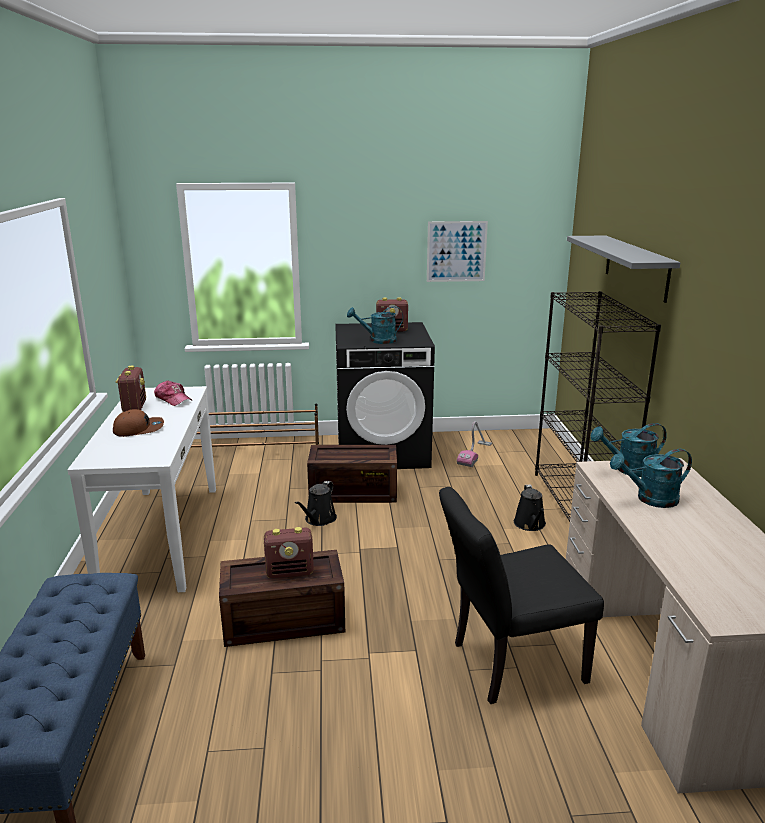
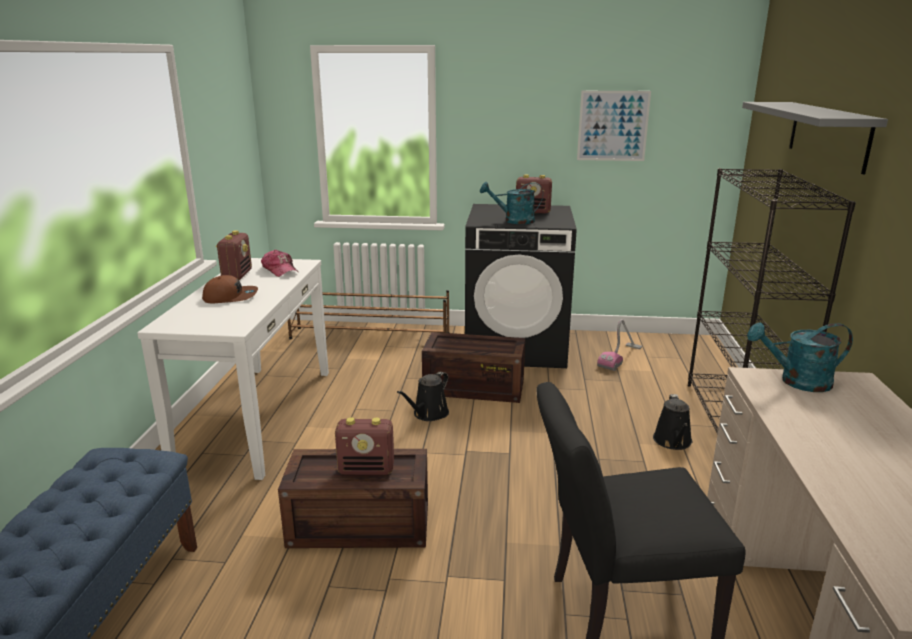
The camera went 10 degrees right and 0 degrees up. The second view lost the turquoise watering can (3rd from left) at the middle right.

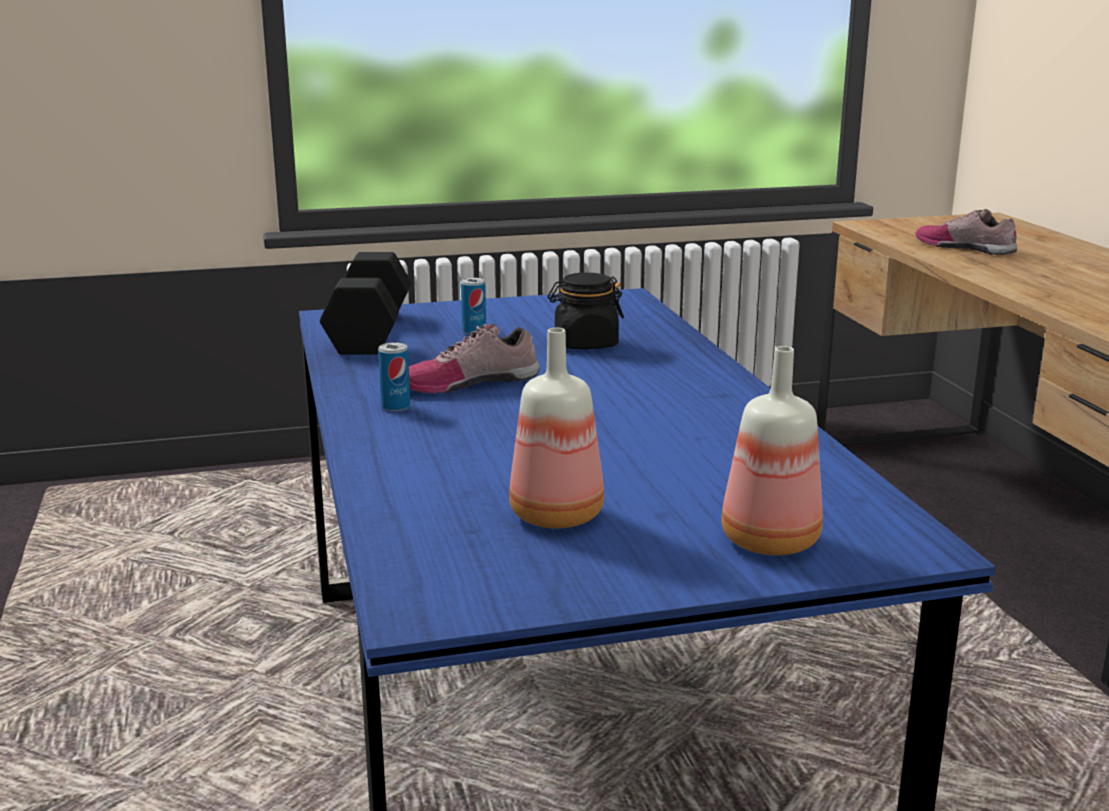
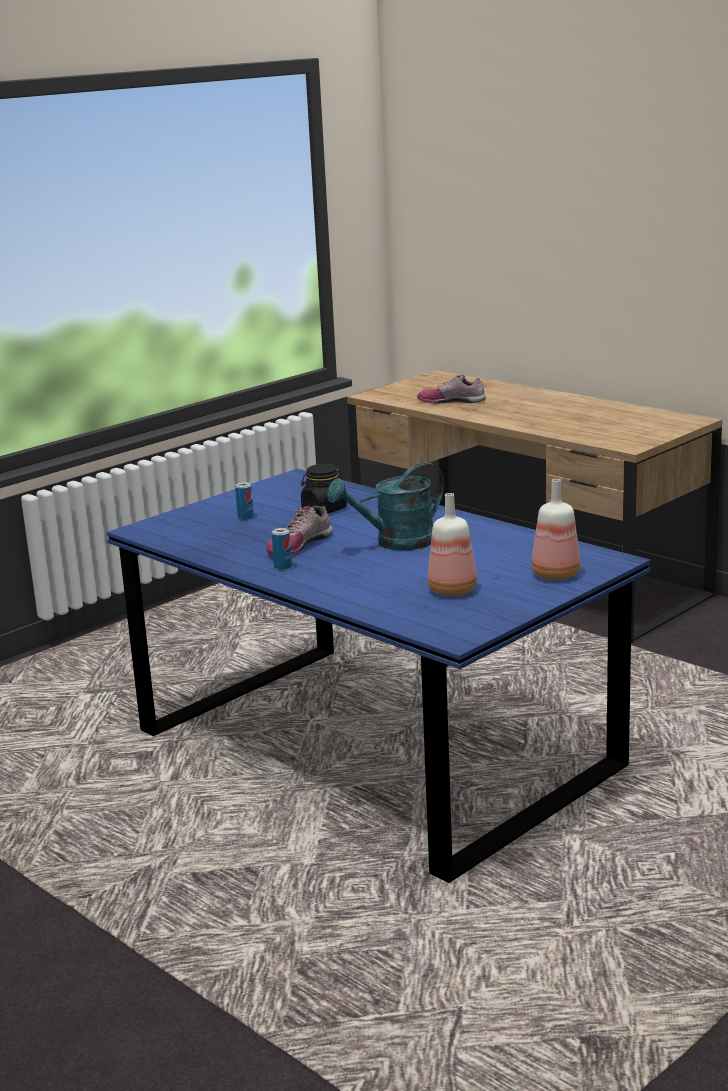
The camera went 30 degrees left and 0 degrees up. The second view lost the black dumbbell at the middle left. The second view gained the turquoise watering can at the centre.

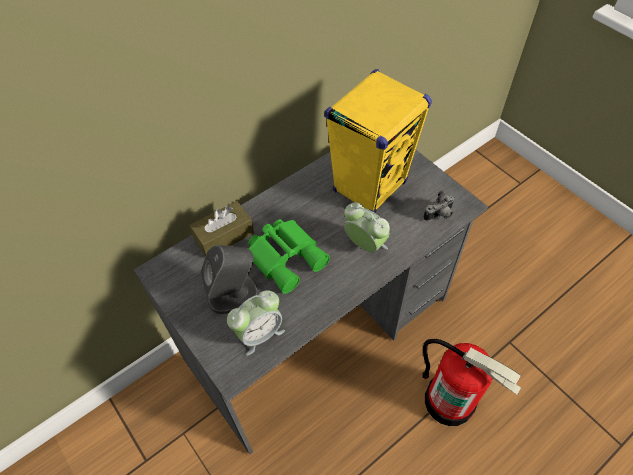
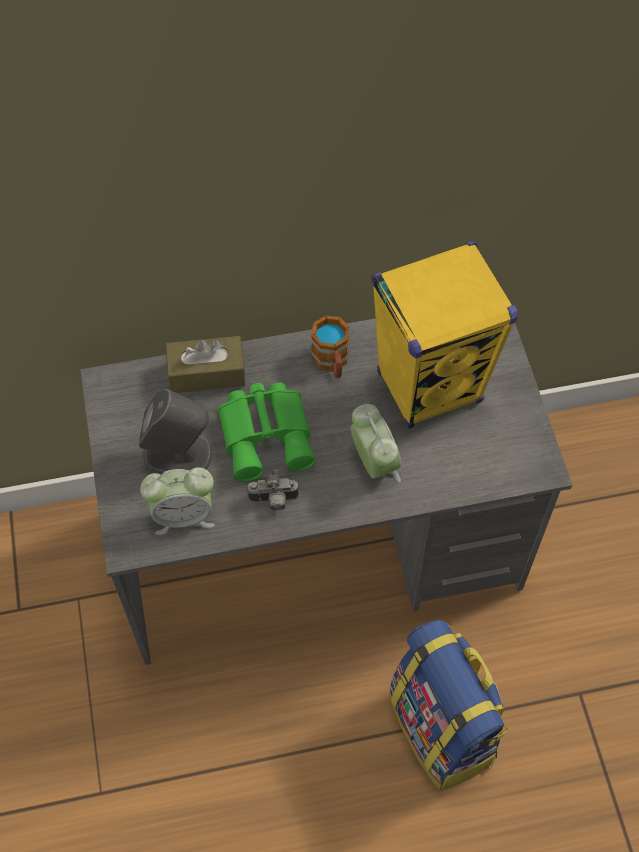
The camera went 25 degrees right and 5 degrees up. Where the fire extinguisher stood at the bottom right, the backpack came to stand at the bottom right. The photo camera ended up elsewhere, having gone from the middle right to the centre. The second view gained the mug at the centre.

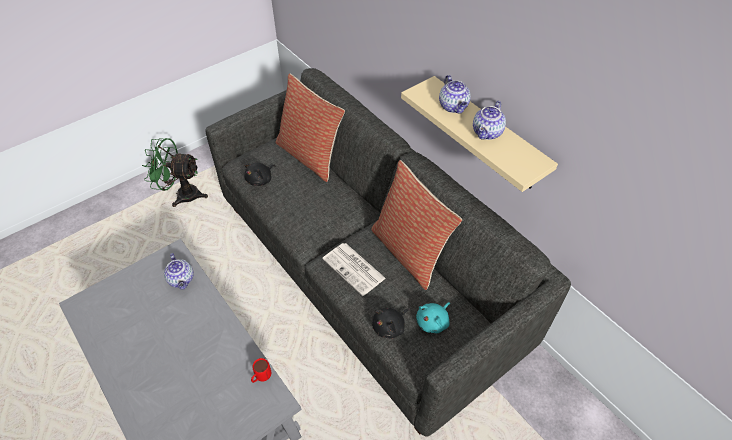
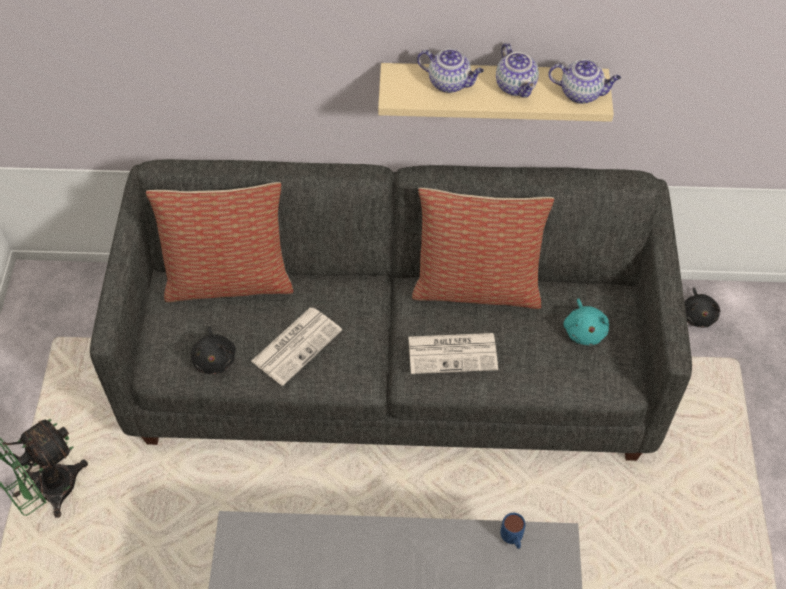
The camera went 50 degrees left and 5 degrees up. The teapot (1st from left in the first image) ended up elsewhere, having gone from the middle left to the top right. What was the red mug at the bottom centre turned into the blue mug at the bottom centre. The black plush toy (2nd from left) ended up elsewhere, having gone from the bottom centre to the middle right. The second view gained the newspaper (1st from left) at the centre.

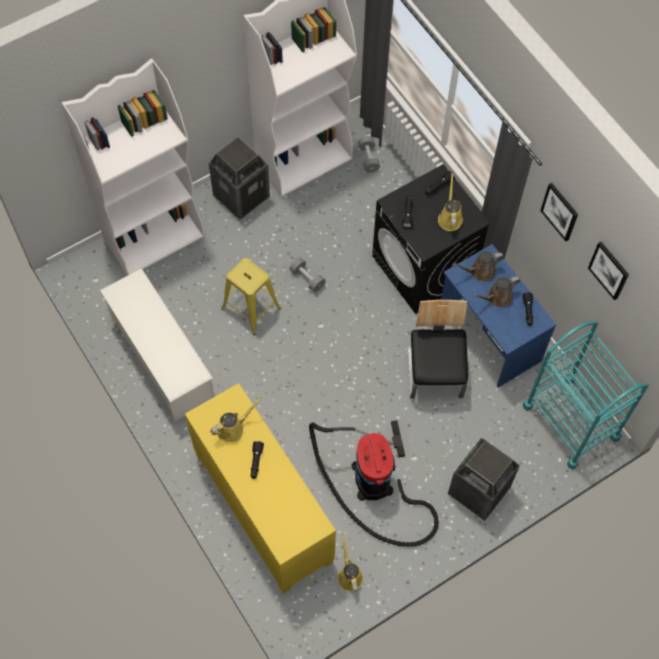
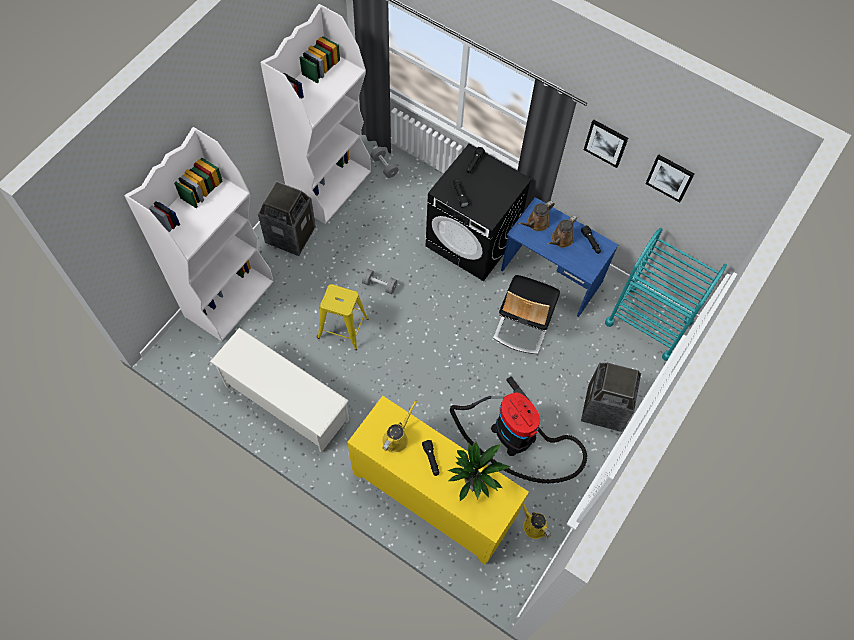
The camera went 25 degrees left and 0 degrees up. The chair at the centre ended up facing another way, 135 degrees counterclockwise from before. The second view lost the yellow watering can (3rd from left) at the top right. The second view gained the potted plant at the bottom centre.

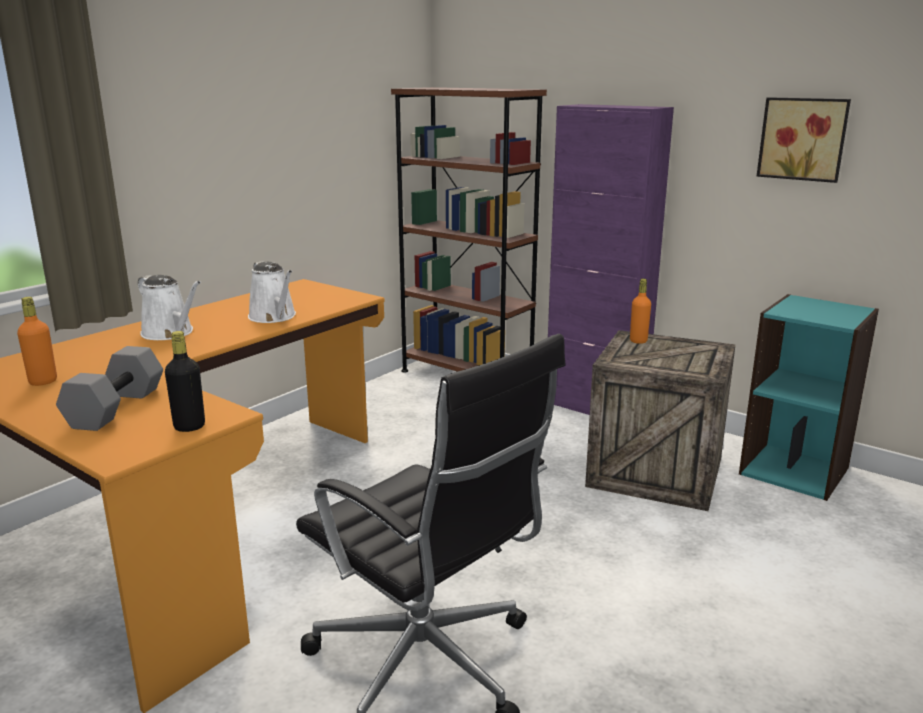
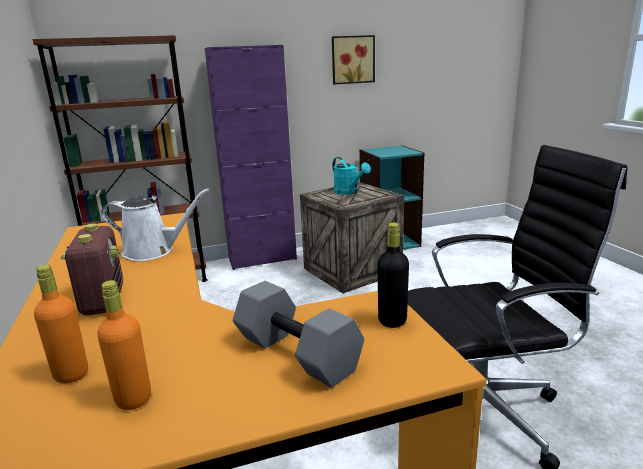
The camera went 55 degrees left and 0 degrees up. Where the white watering can (1st from left) stood at the middle left, the radio came to stand at the middle left. The orange bottle (2nd from left in the first image) ended up elsewhere, having gone from the middle right to the bottom left. The second view gained the turquoise watering can at the centre.

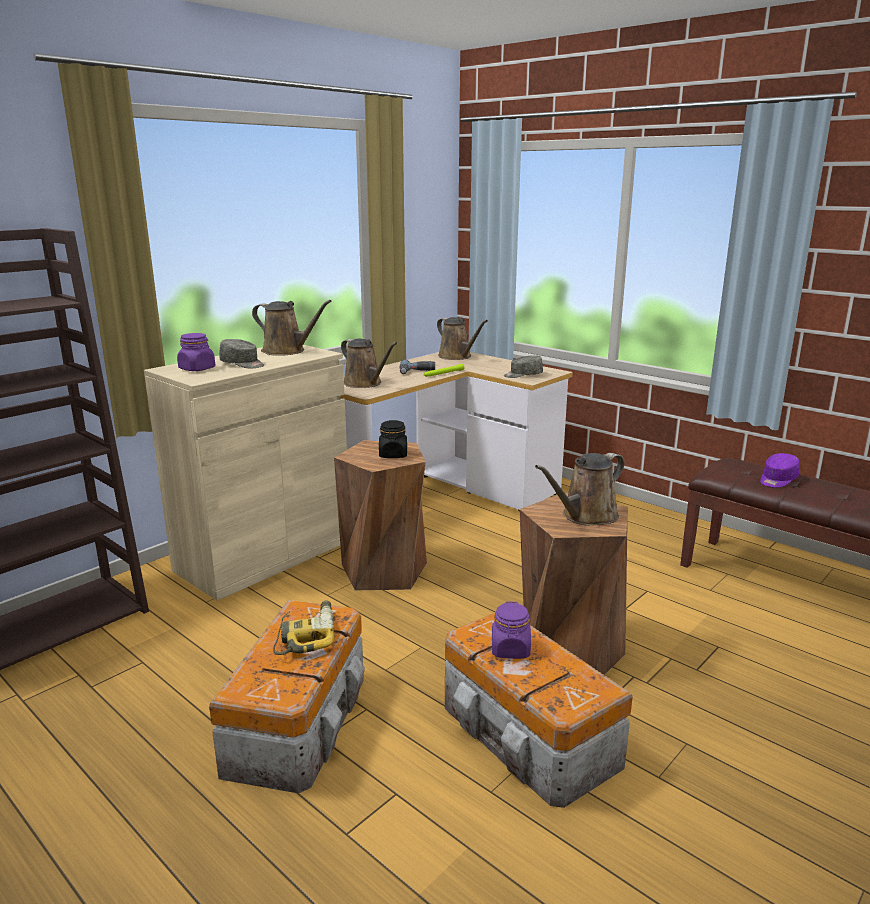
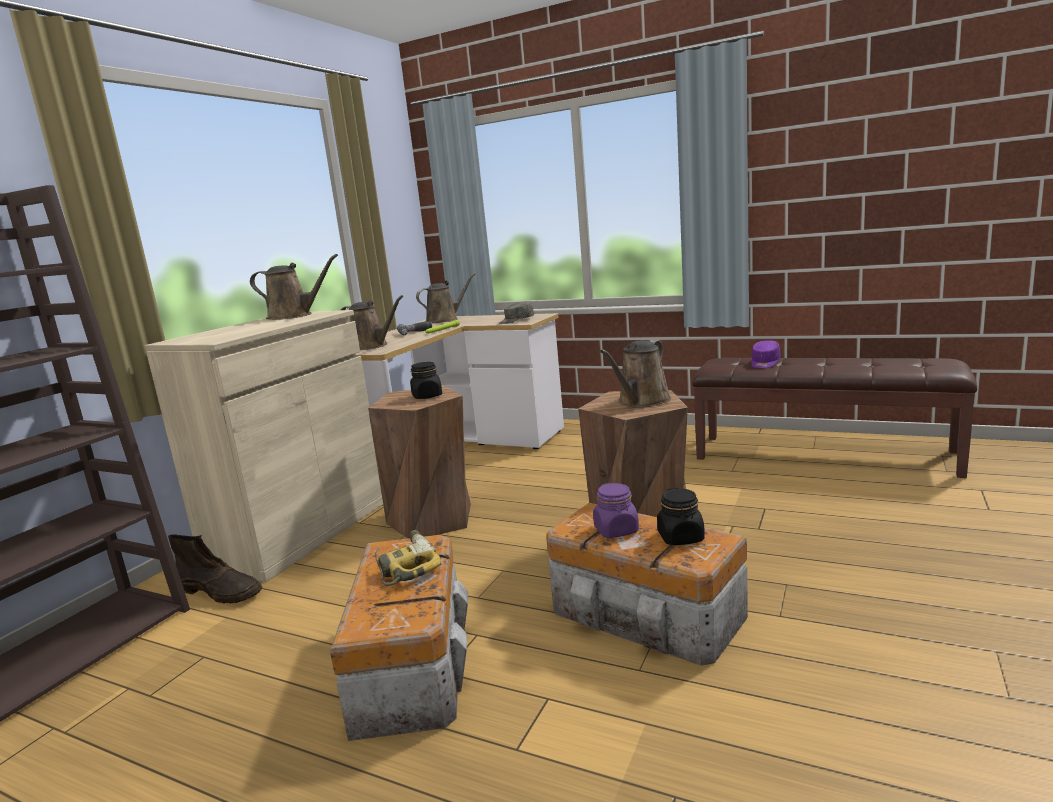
The camera went 15 degrees left and 5 degrees down. The second view lost the purple jar (1st from left) at the middle left. The second view lost the grey cap (1st from left) at the middle left. The brown watering can (3rd from left) at the centre ended up facing another way, 75 degrees counterclockwise from before. The second view gained the brown boot at the bottom left. The second view gained the black jar (2nd from left) at the centre.

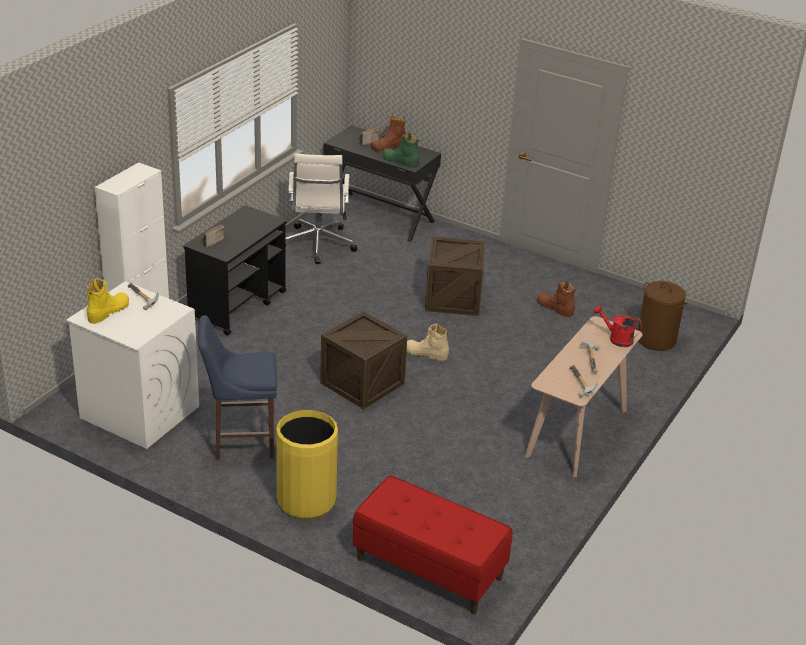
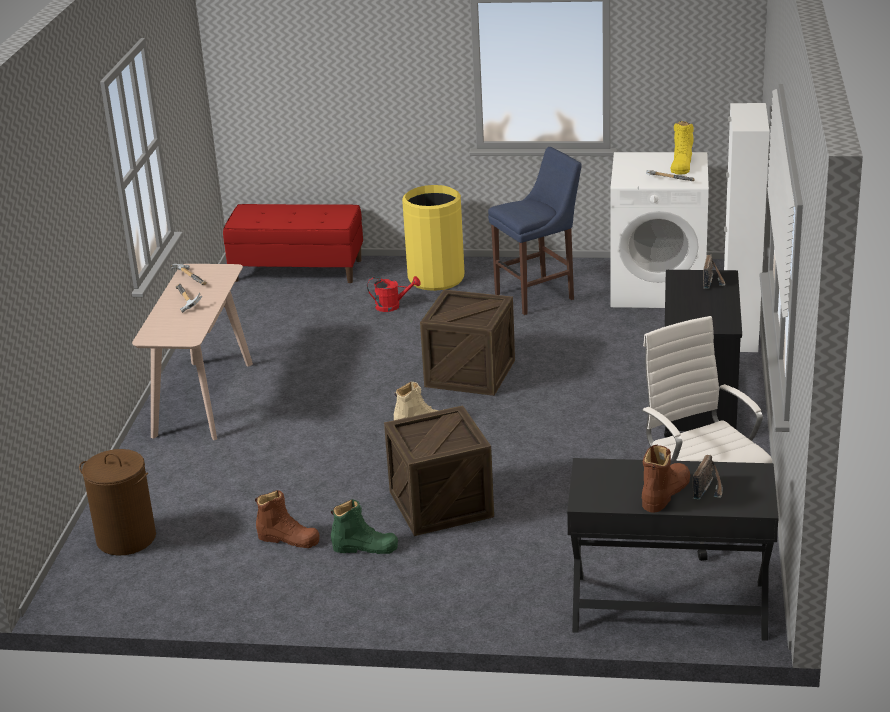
The camera went 160 degrees right and 5 degrees down. The green boot ended up elsewhere, having gone from the top centre to the bottom centre. The red watering can ended up elsewhere, having gone from the middle right to the centre.

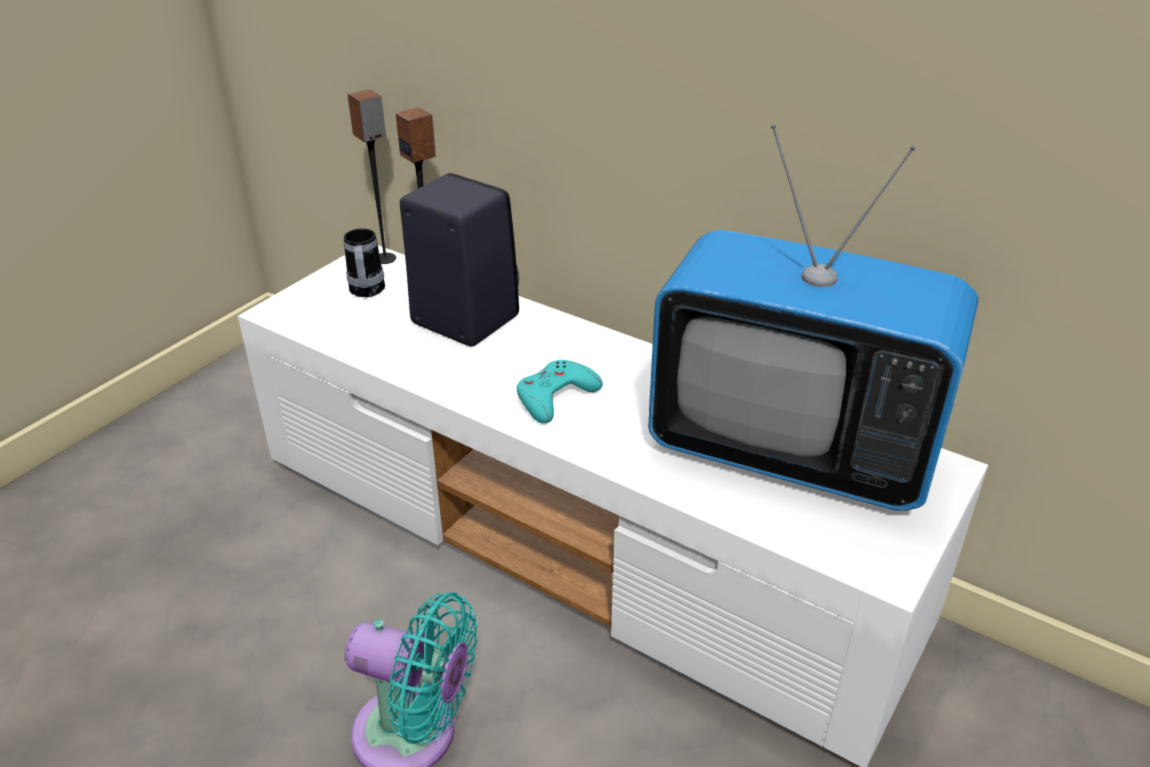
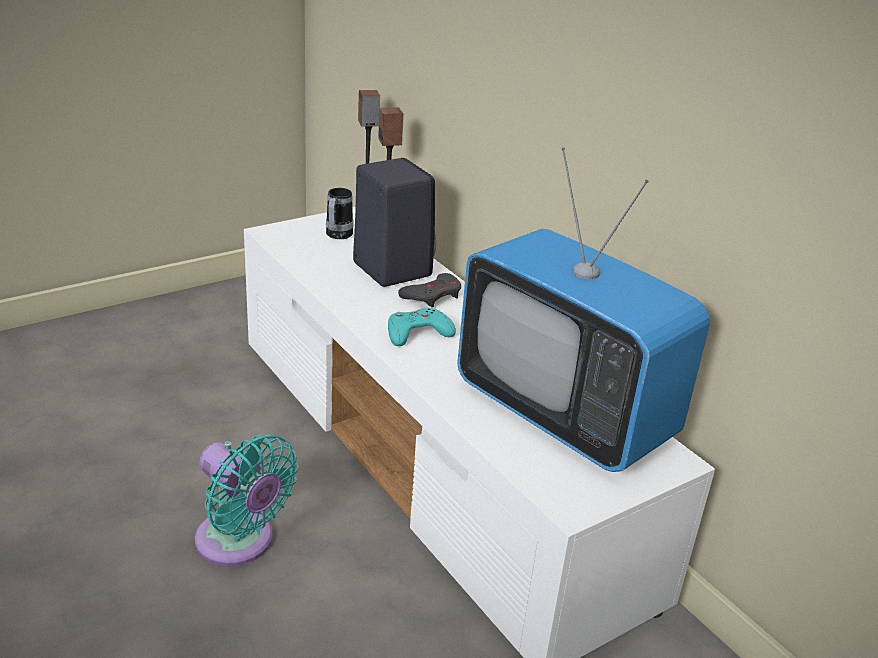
The camera went 20 degrees right and 5 degrees down. The second view gained the grey game controller at the centre.

